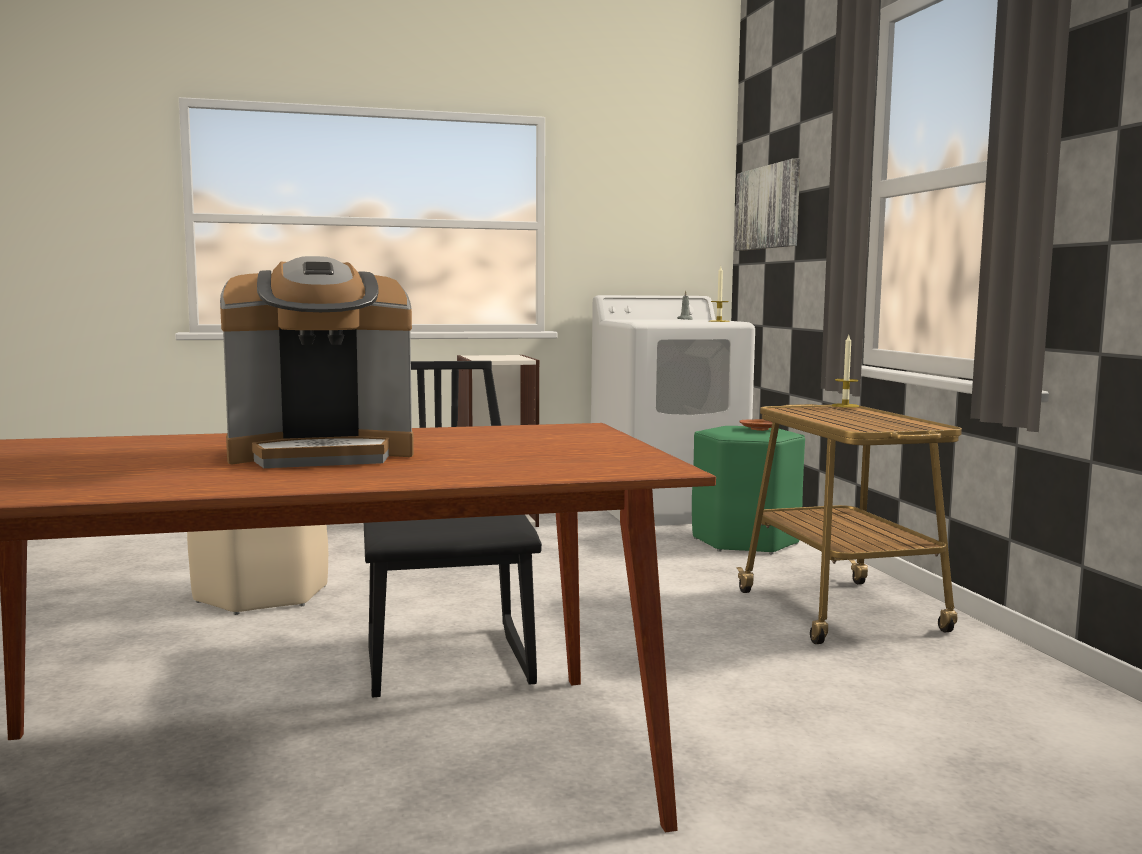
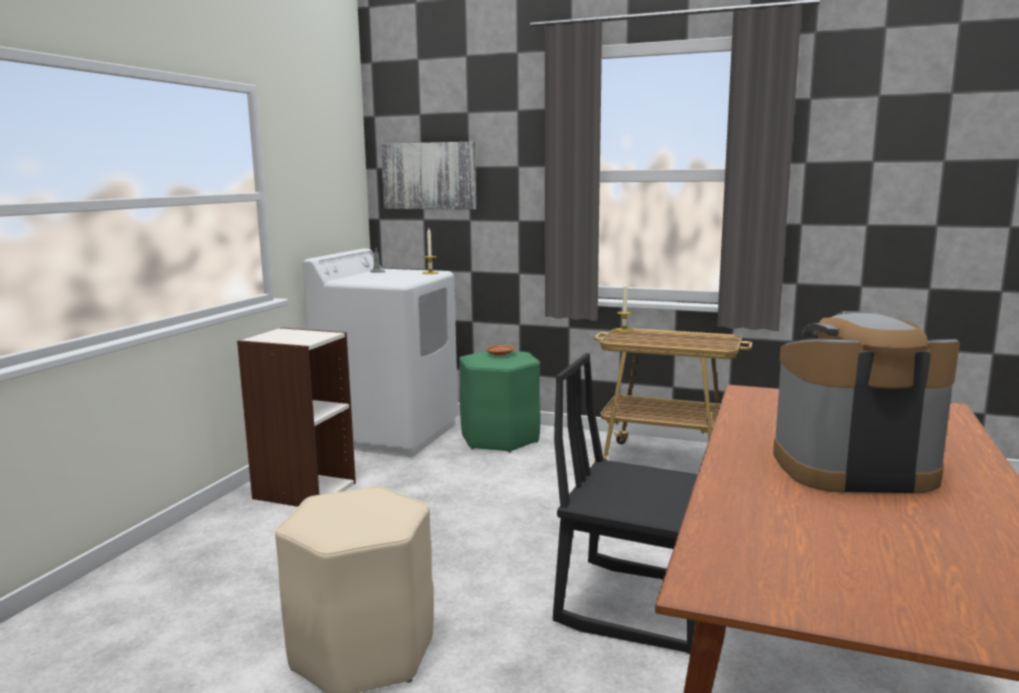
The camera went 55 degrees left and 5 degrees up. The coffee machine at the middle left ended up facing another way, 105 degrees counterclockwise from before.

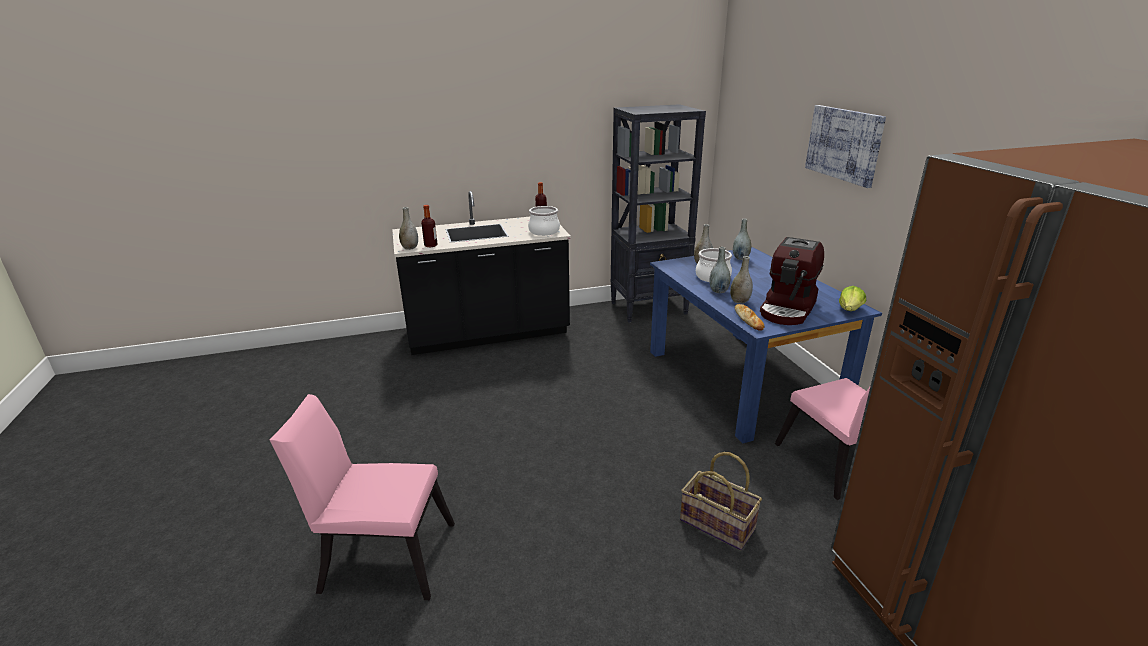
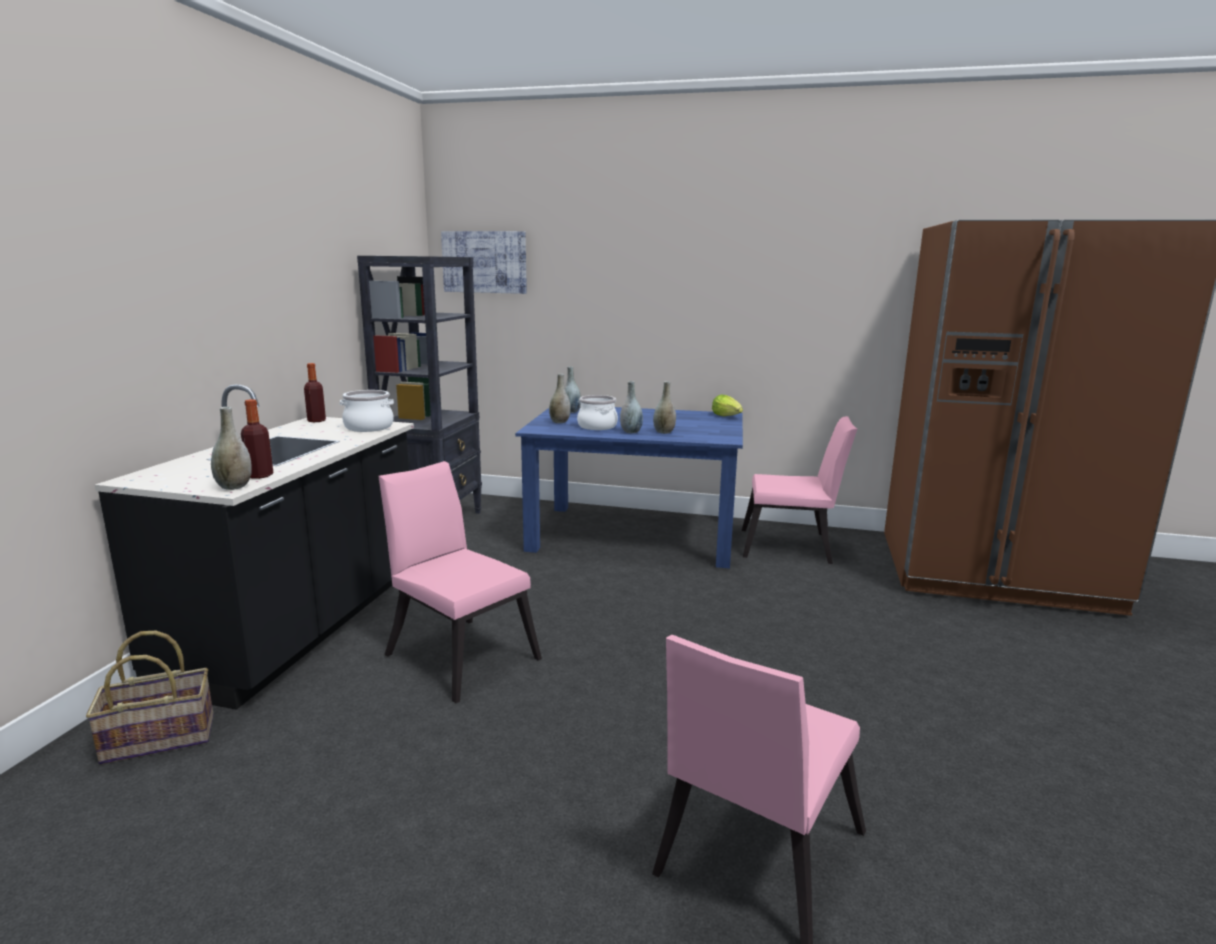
The camera went 60 degrees left and 10 degrees down. The basket ended up elsewhere, having gone from the bottom centre to the bottom left. The second view lost the bread at the centre. The second view lost the coffee machine at the middle right. The picture ended up elsewhere, having gone from the top right to the top centre. The second view gained the pink chair (1st from left) at the centre.

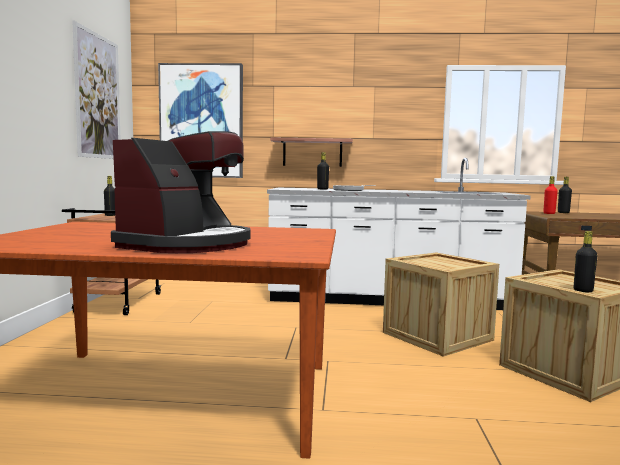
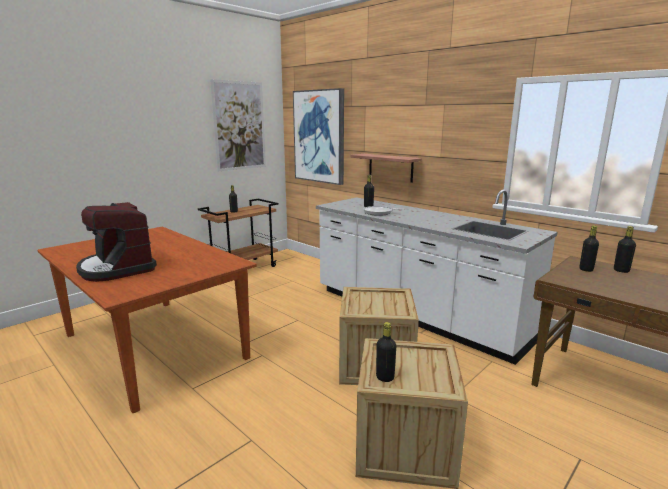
The camera went 40 degrees right and 10 degrees up. The coffee machine at the middle left ended up facing another way, 75 degrees clockwise from before. What was the red bottle at the middle right turned into the black bottle (4th from left) at the middle right.

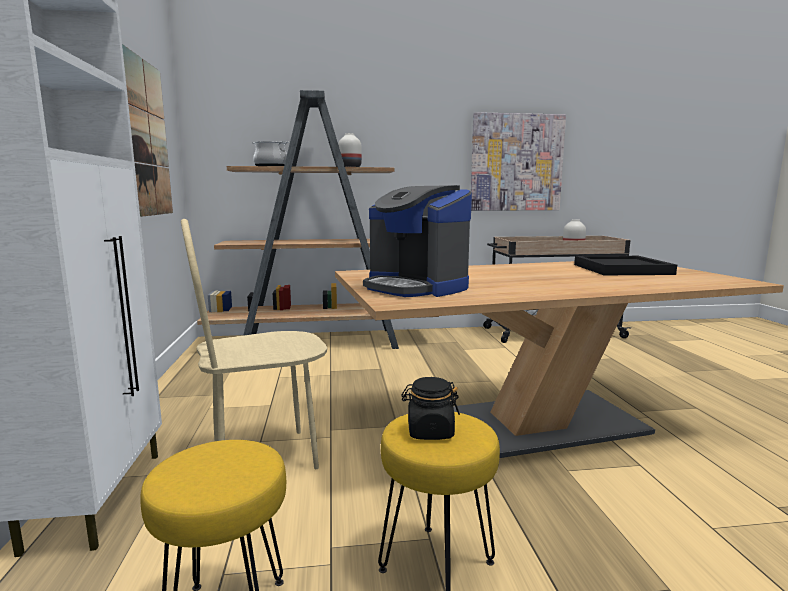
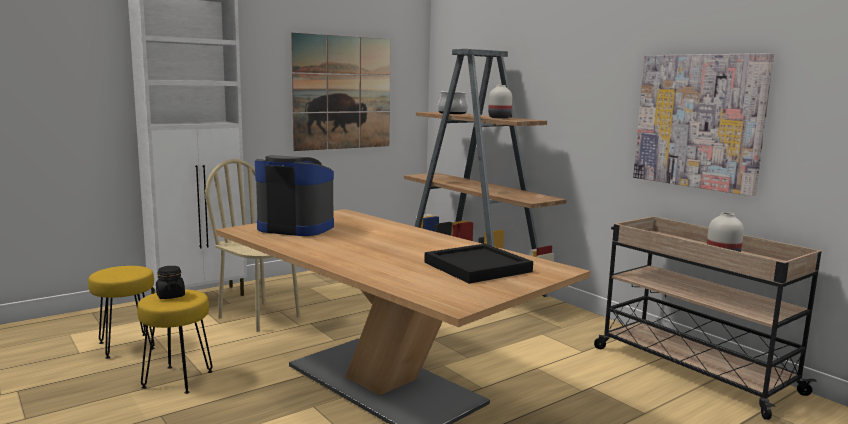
The camera went 60 degrees right and 0 degrees up. The coffee machine at the centre ended up facing another way, 90 degrees clockwise from before.

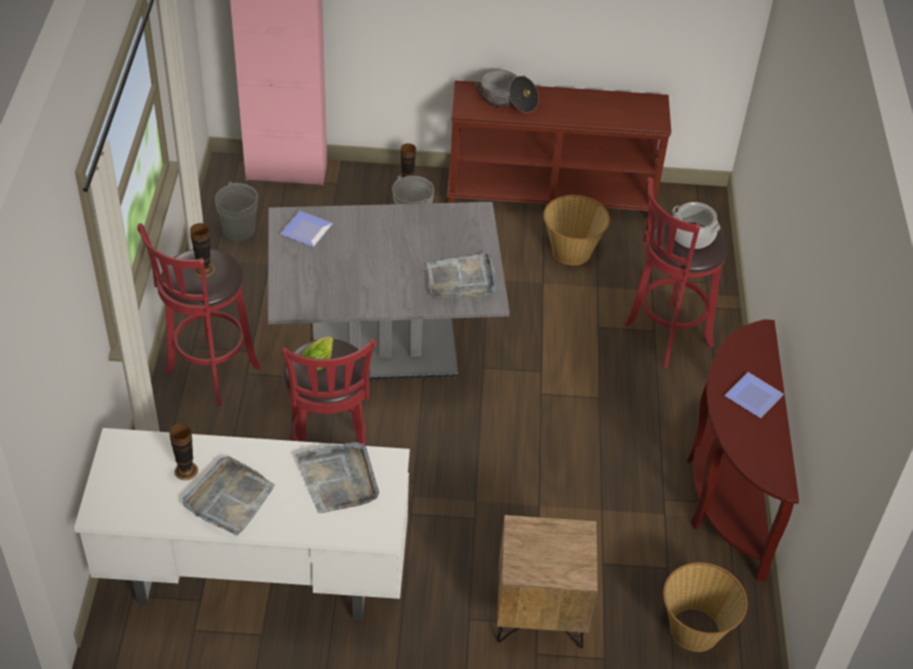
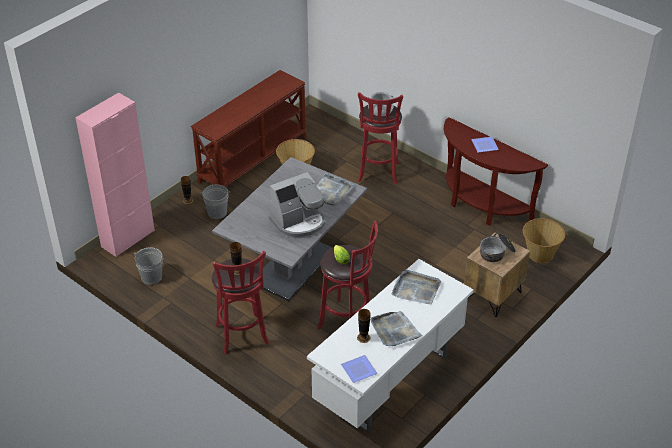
The camera went 50 degrees left and 5 degrees down. The plate (1st from left) ended up elsewhere, having gone from the centre to the bottom centre. The cooking pot (1st from left in the first image) ended up elsewhere, having gone from the top centre to the middle right. The second view gained the coffee machine at the centre.

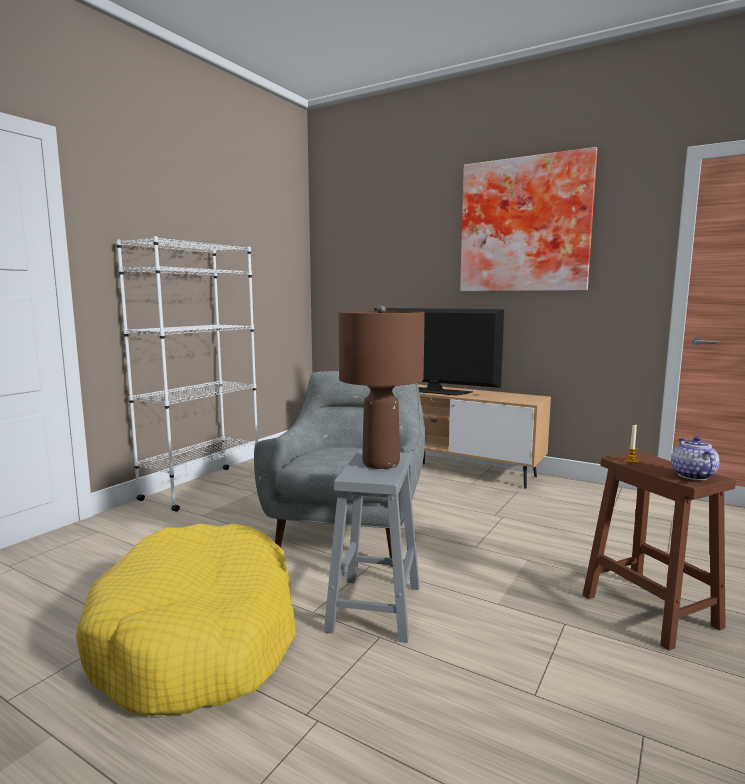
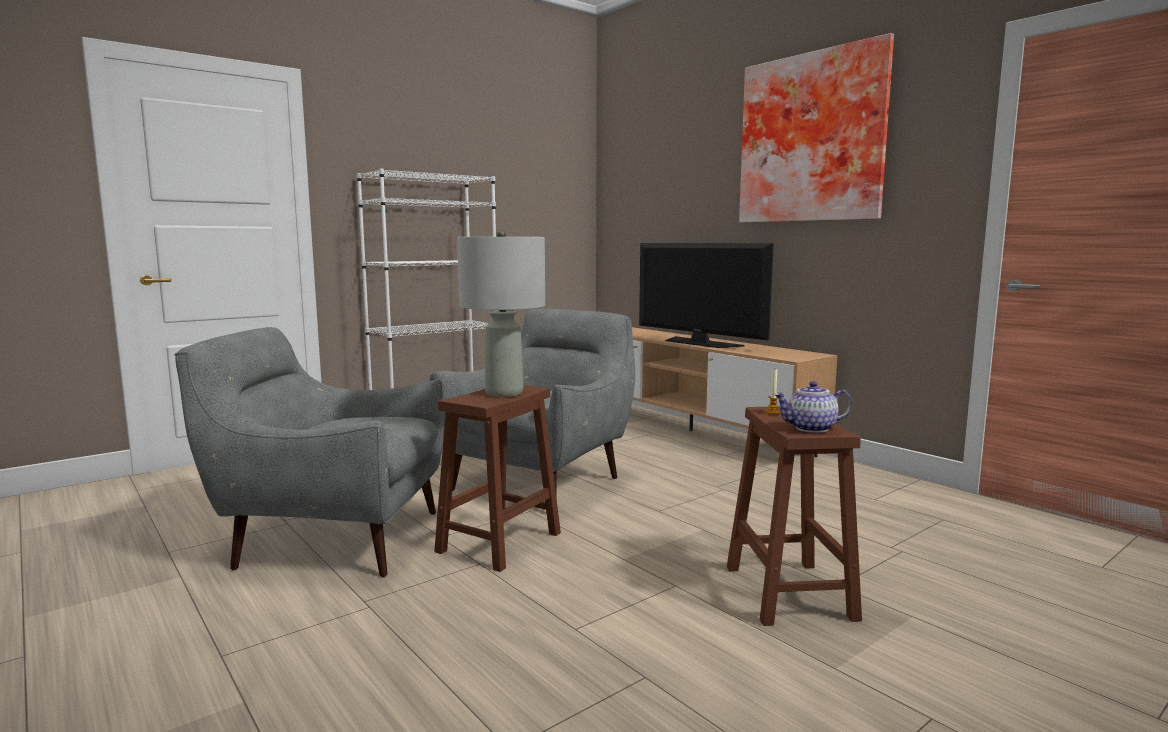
The camera went 20 degrees right and 0 degrees up. Where the yellow dog bed stood at the bottom left, the grey armchair (1st from left) came to stand at the middle left. What was the grey stool at the bottom centre turned into the brown stool (1st from left) at the centre. What was the brown table lamp at the centre turned into the grey table lamp at the centre. The teapot at the middle right ended up facing another way, 120 degrees counterclockwise from before.

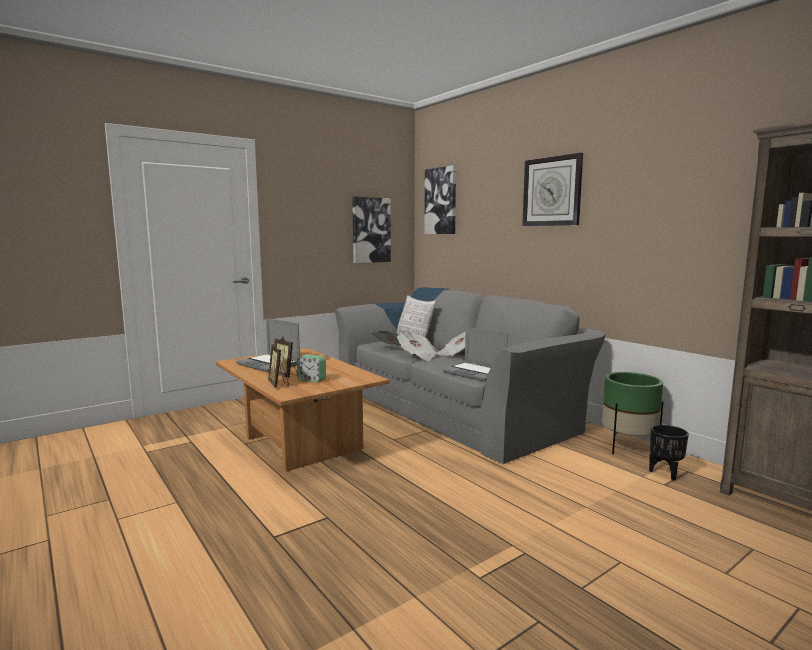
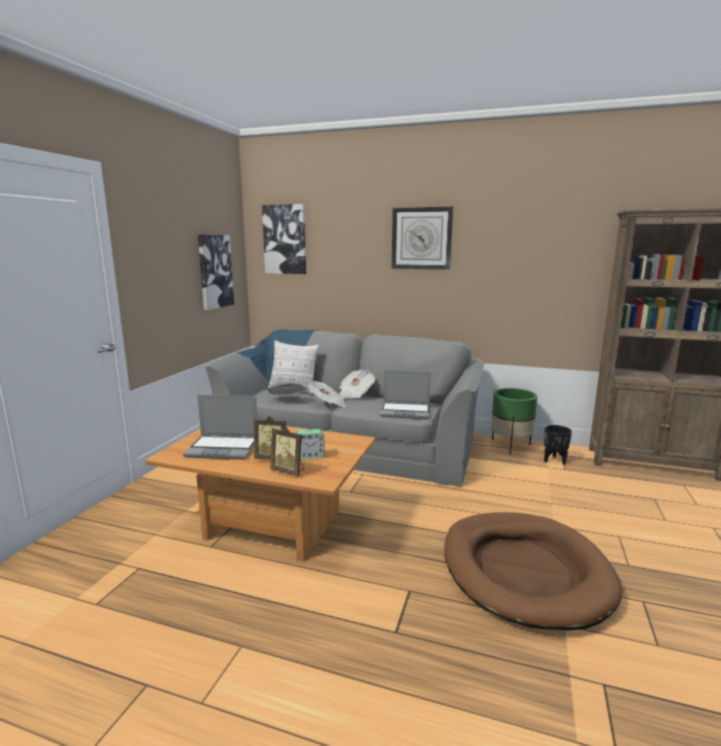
The camera went 35 degrees left and 5 degrees up. The second view gained the brown dog bed at the bottom right.

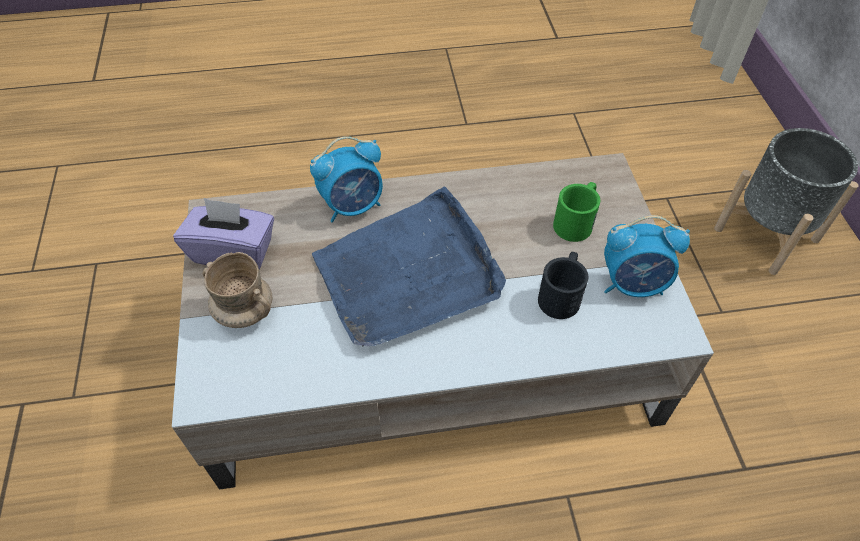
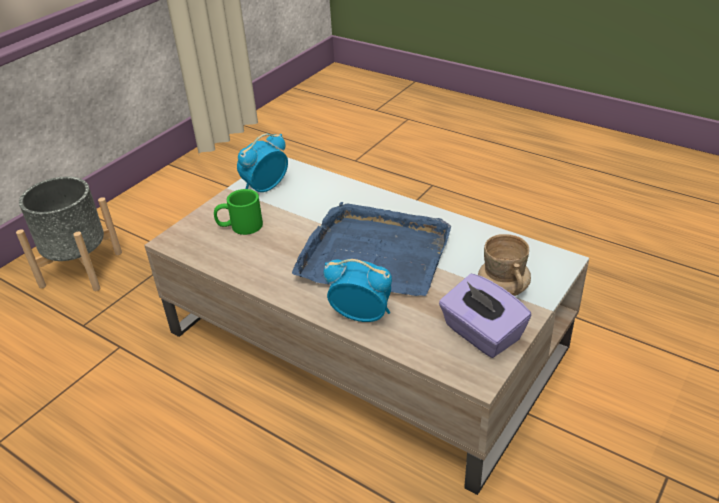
The camera went 135 degrees left and 15 degrees down. The second view lost the black mug at the centre. The alarm clock (2nd from left in the first image) at the middle right ended up facing another way, 90 degrees counterclockwise from before.

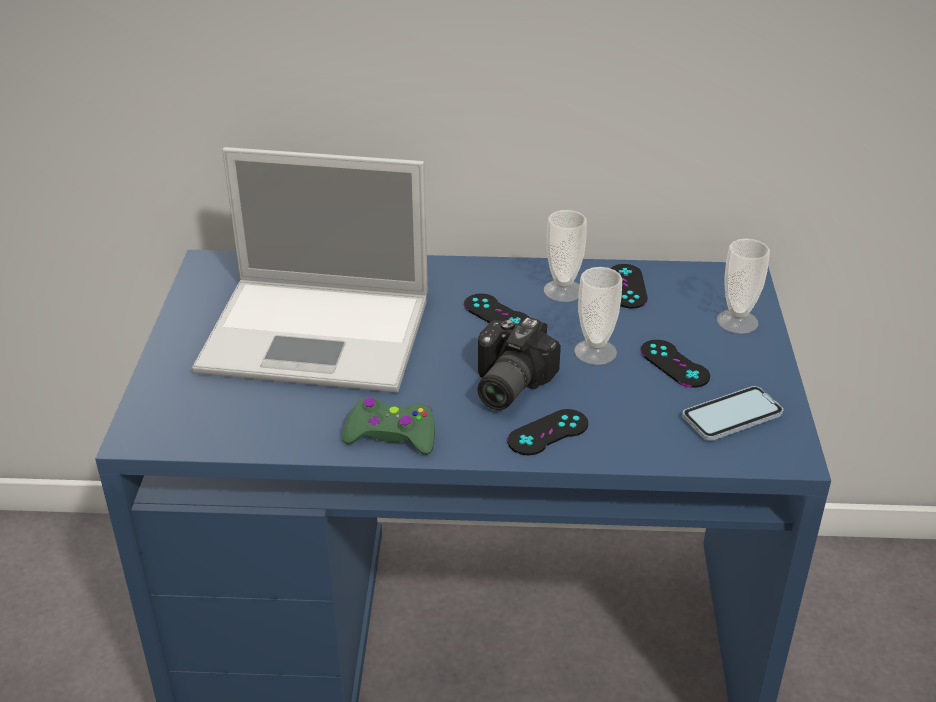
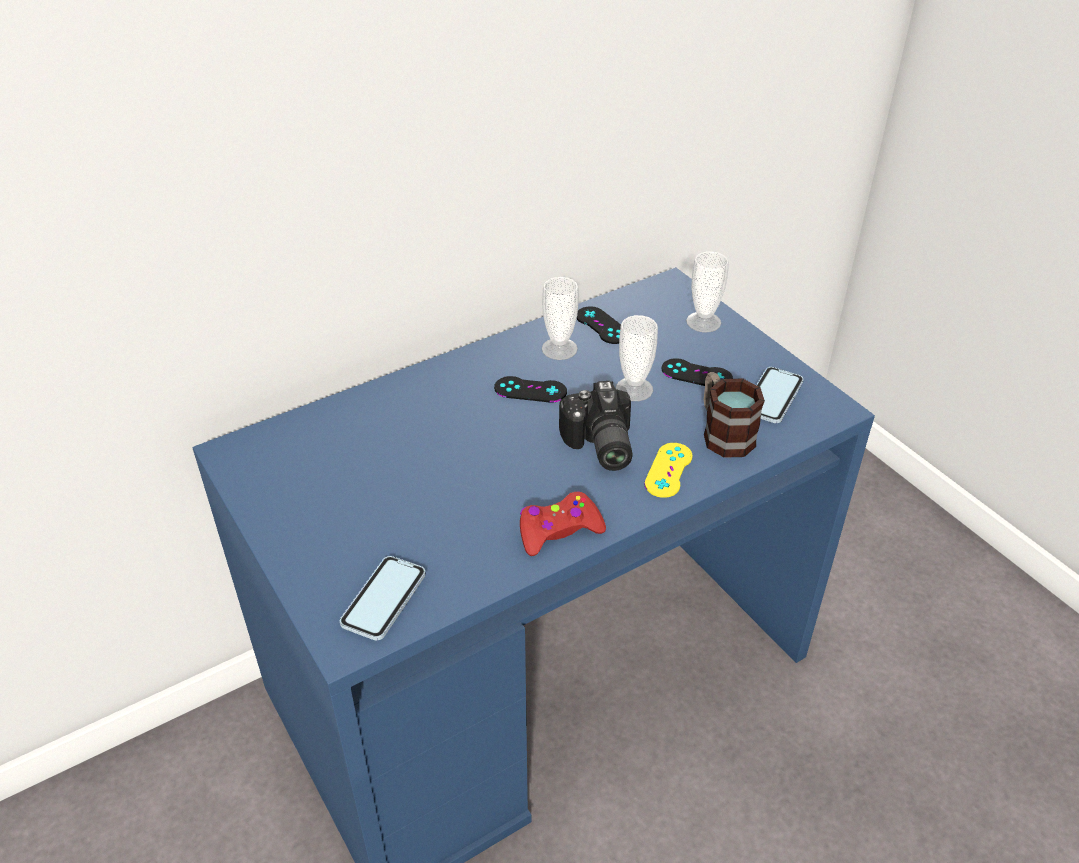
The camera went 35 degrees left and 5 degrees up. The second view lost the laptop at the middle left. What was the green game controller at the centre turned into the red game controller at the centre. What was the black game controller (2nd from left) at the centre turned into the yellow game controller at the centre. The second view gained the phone (1st from left) at the bottom centre. The second view gained the mug at the middle right.

